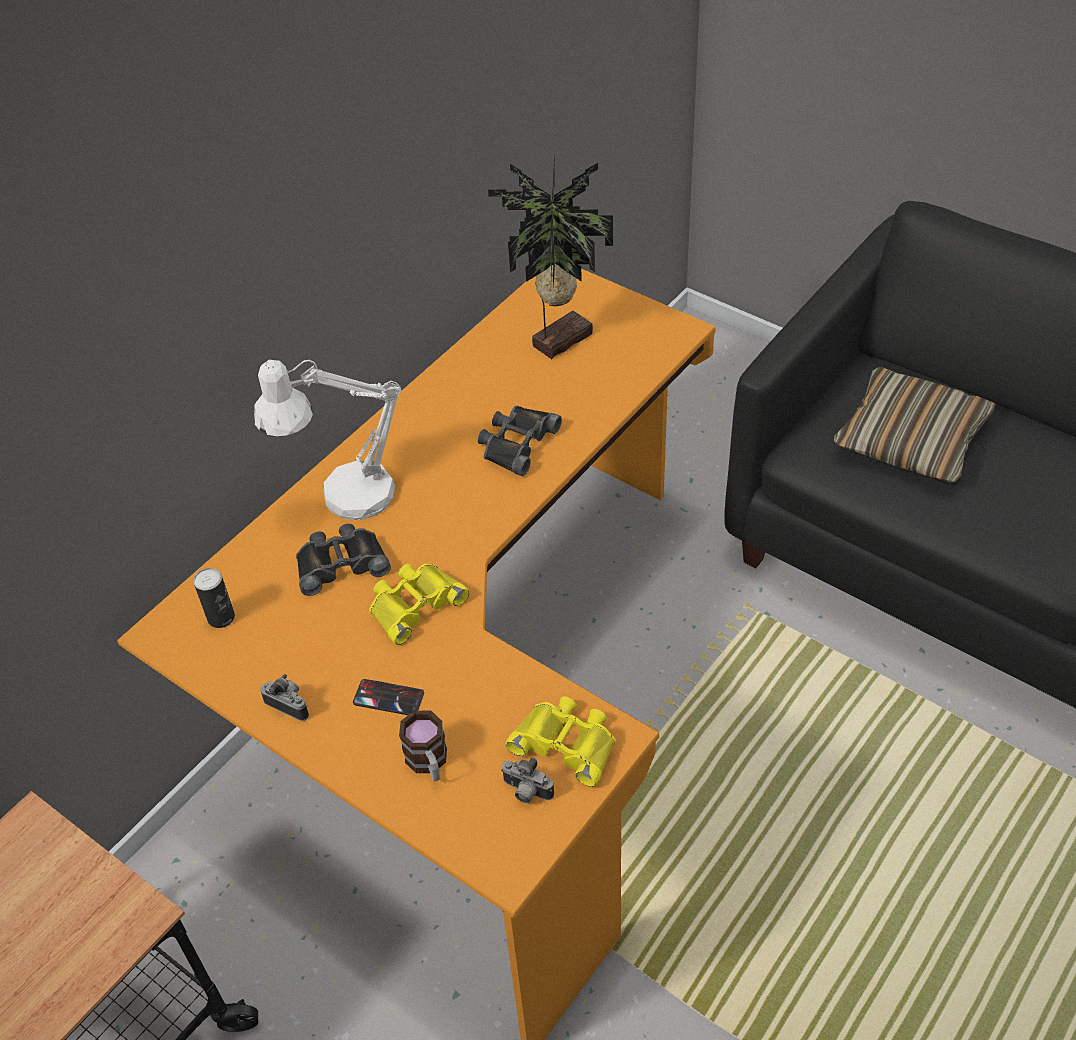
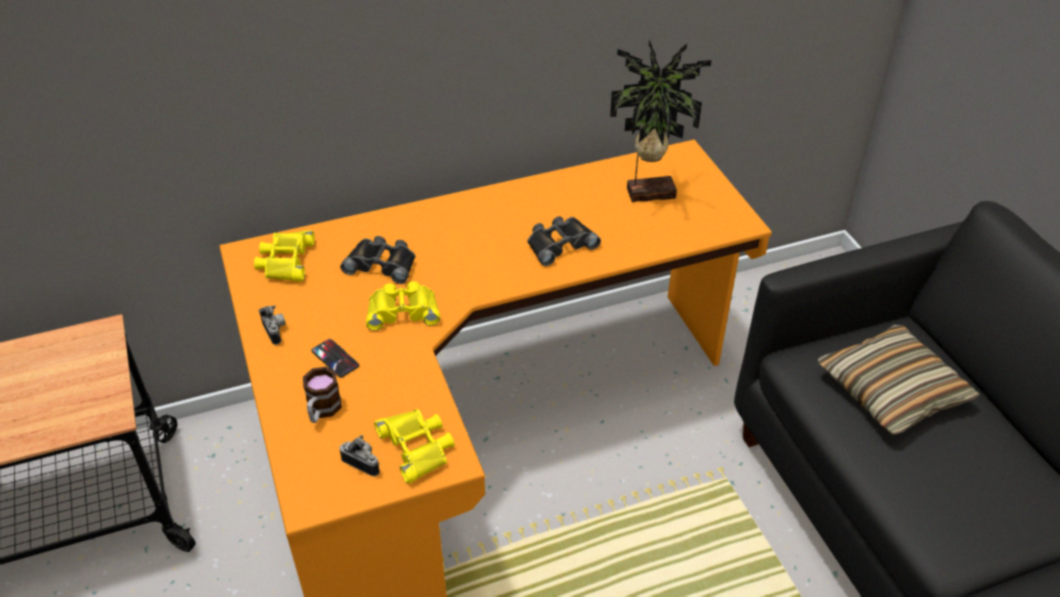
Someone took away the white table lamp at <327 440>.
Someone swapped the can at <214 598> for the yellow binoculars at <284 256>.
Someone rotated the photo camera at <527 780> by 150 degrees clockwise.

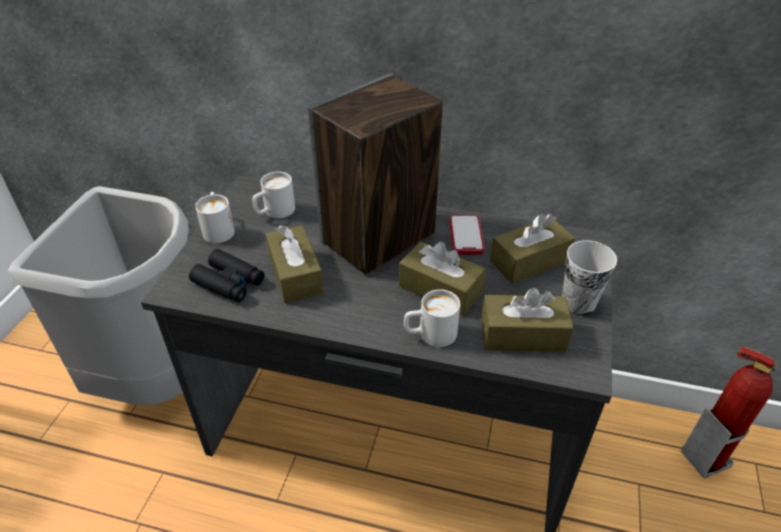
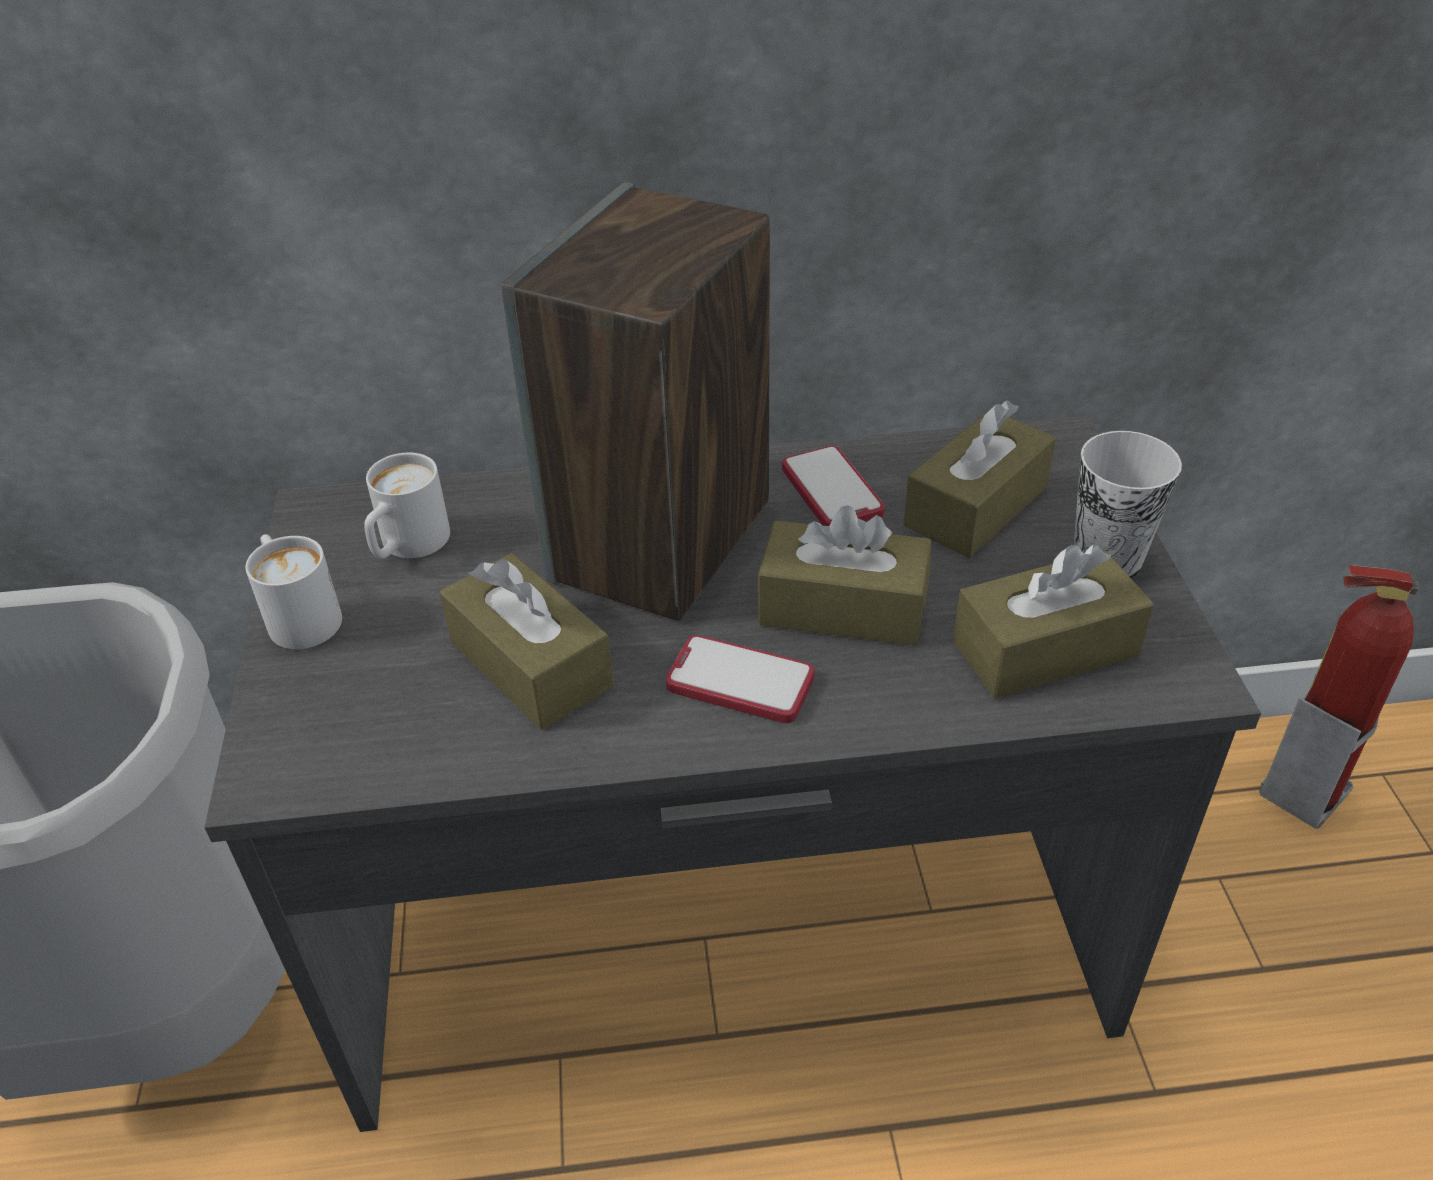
Someone took away the black binoculars at <227 275>.
Someone took away the white mug at <432 318>.
Someone put down the phone at <740 679>.

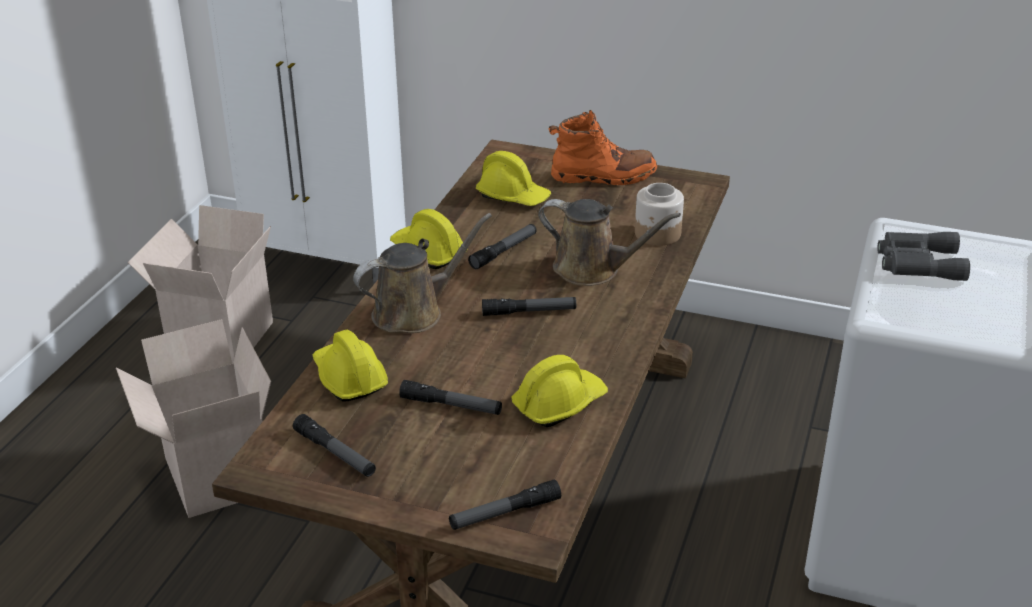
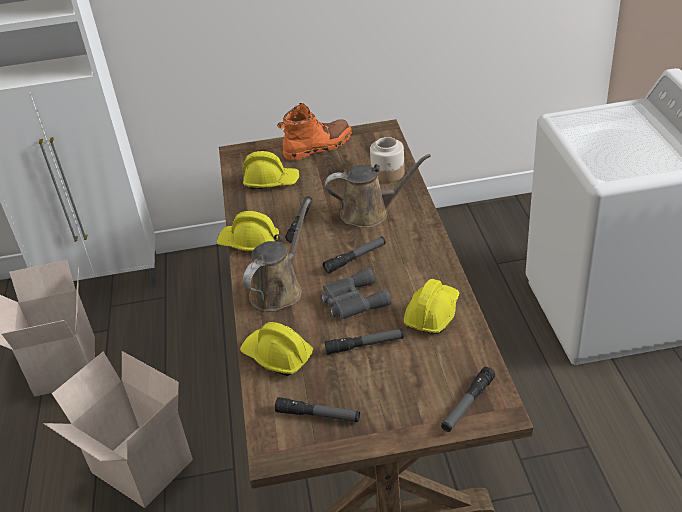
Someone carried the grey binoculars from <923 256> to <356 293>.

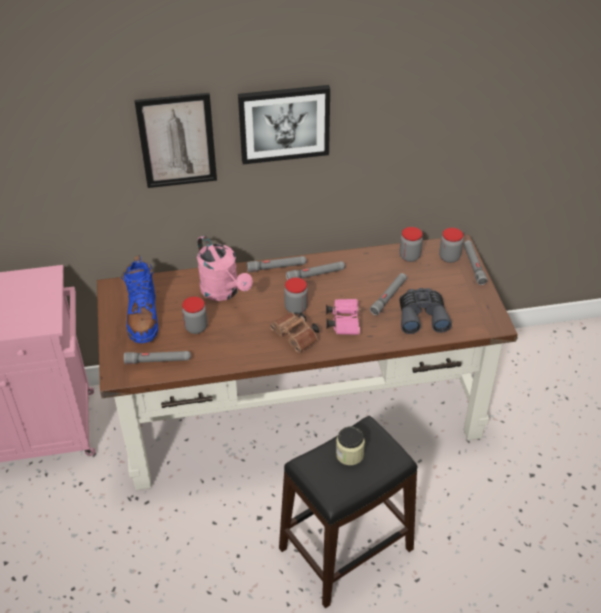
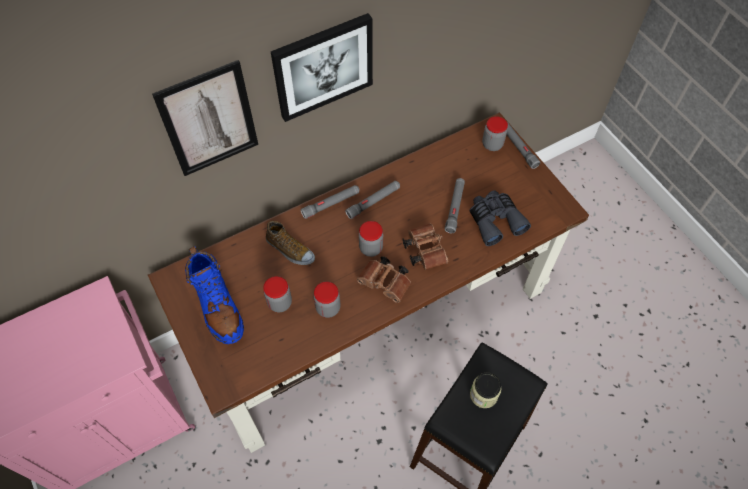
Someone took away the grey flashlight at <157 357>.
Someone carried the jar from <411 244> to <327 299>.
Someone swapped the pink watering can at <225 268> for the shoe at <290 243>.
Someone repainted the pink binoculars at <343 317>, which became the brown binoculars at <425 246>.

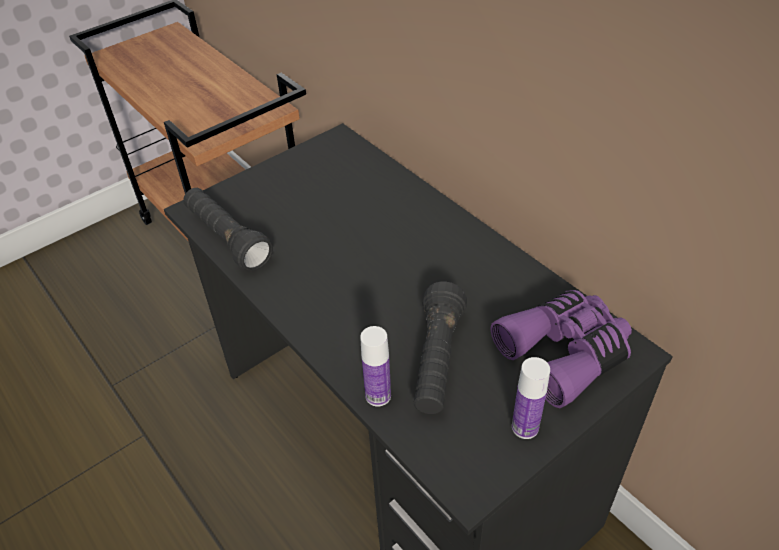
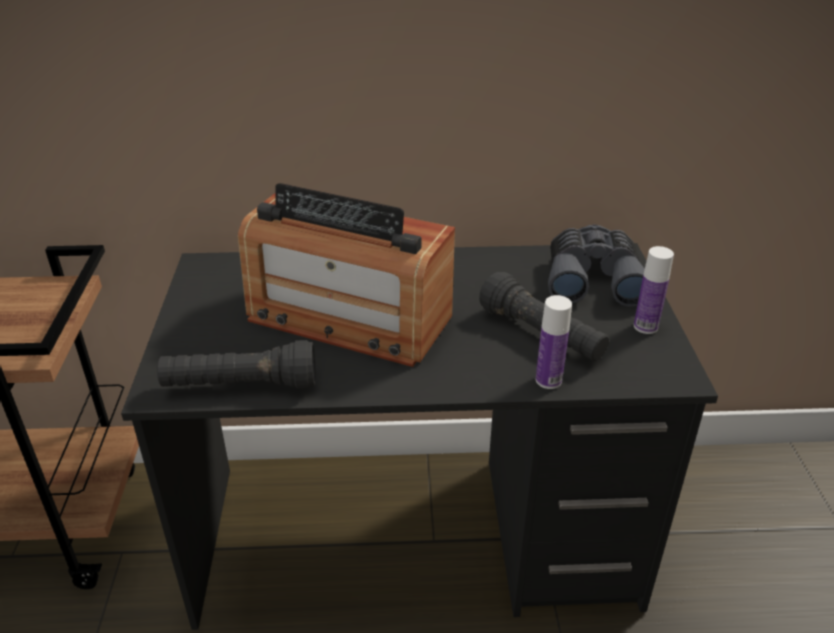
Someone put down the radio at <346 275>.
Someone repainted the purple binoculars at <561 349>, which became the grey binoculars at <596 265>.

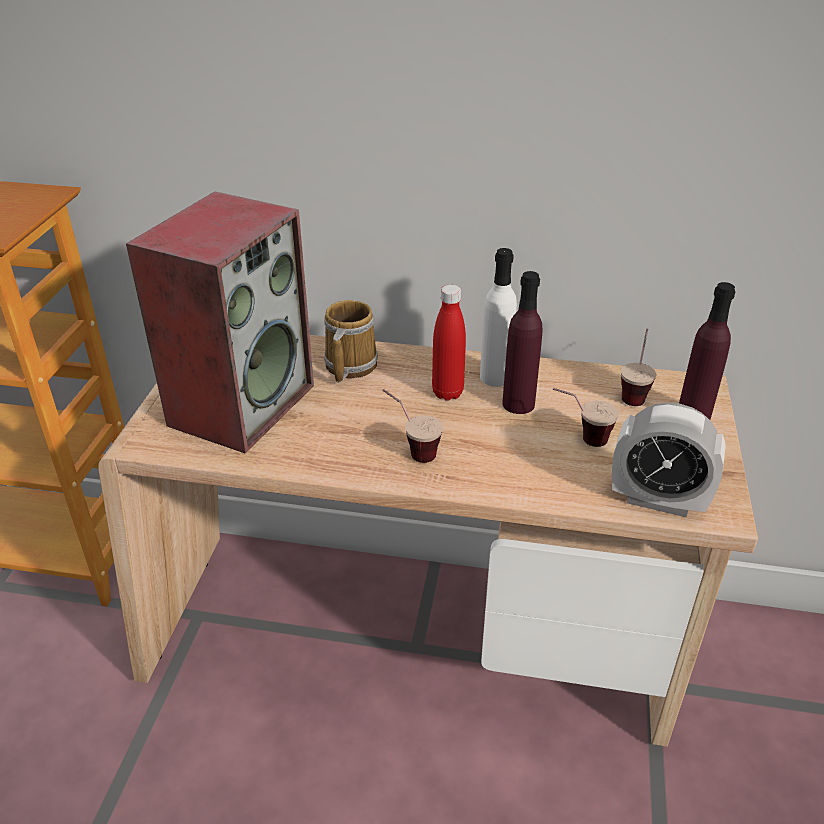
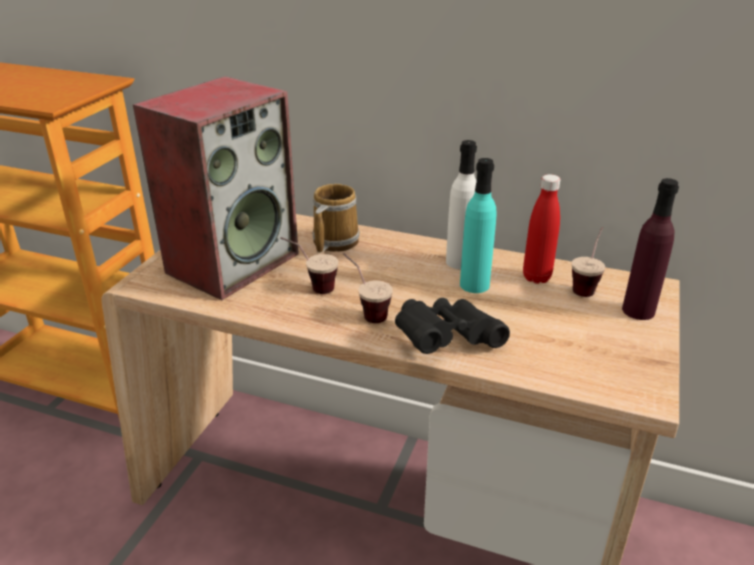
Someone took away the alarm clock at <669 460>.
Someone put down the black binoculars at <452 326>.
Someone carried the red bottle from <449 343> to <542 229>.
Someone carried the cup from <586 417> to <309 265>.
Someone repainted the purple bottle at <522 342>, which became the turquoise bottle at <478 225>.

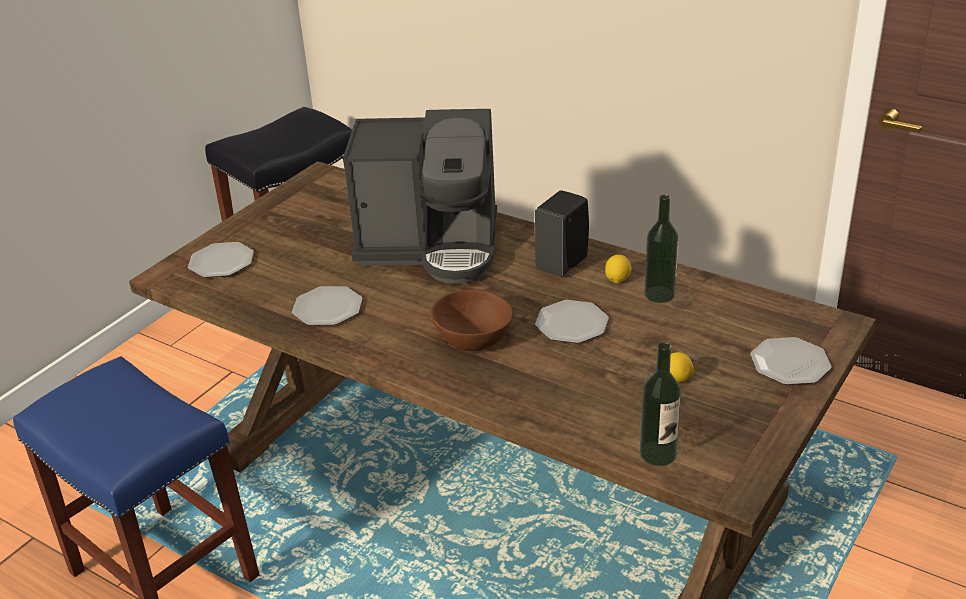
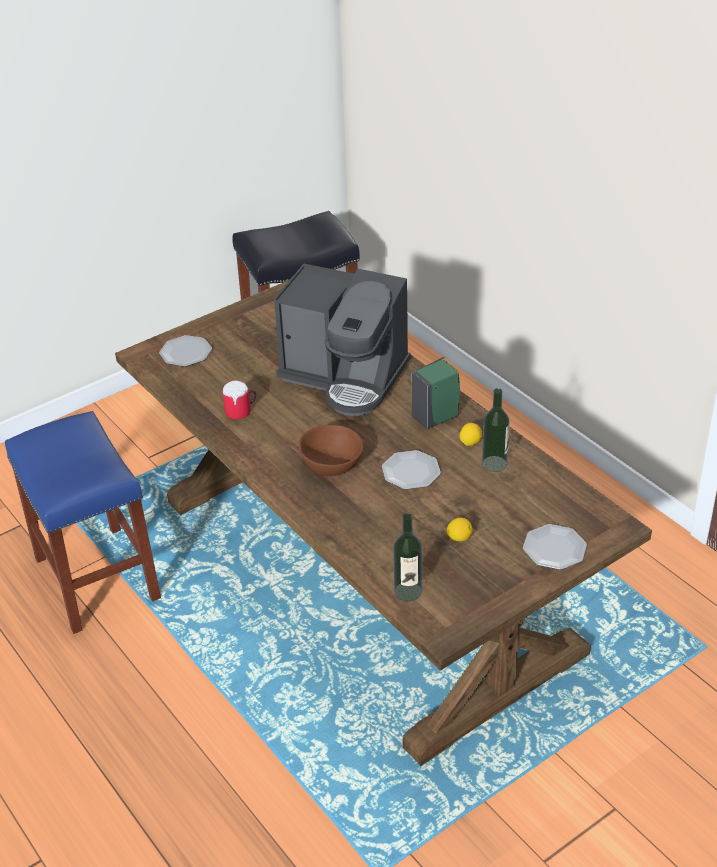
Someone swapped the plate at <327 306> for the mug at <239 400>.
Someone repainted the black soap dispenser at <561 233>, which became the green soap dispenser at <436 394>.

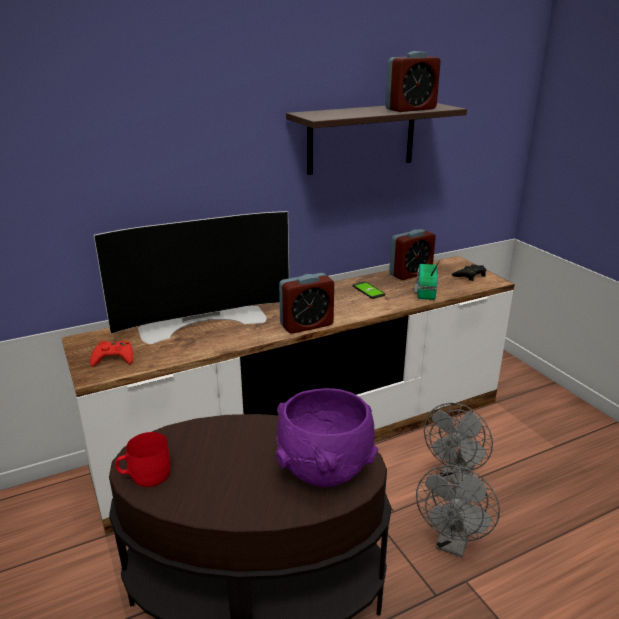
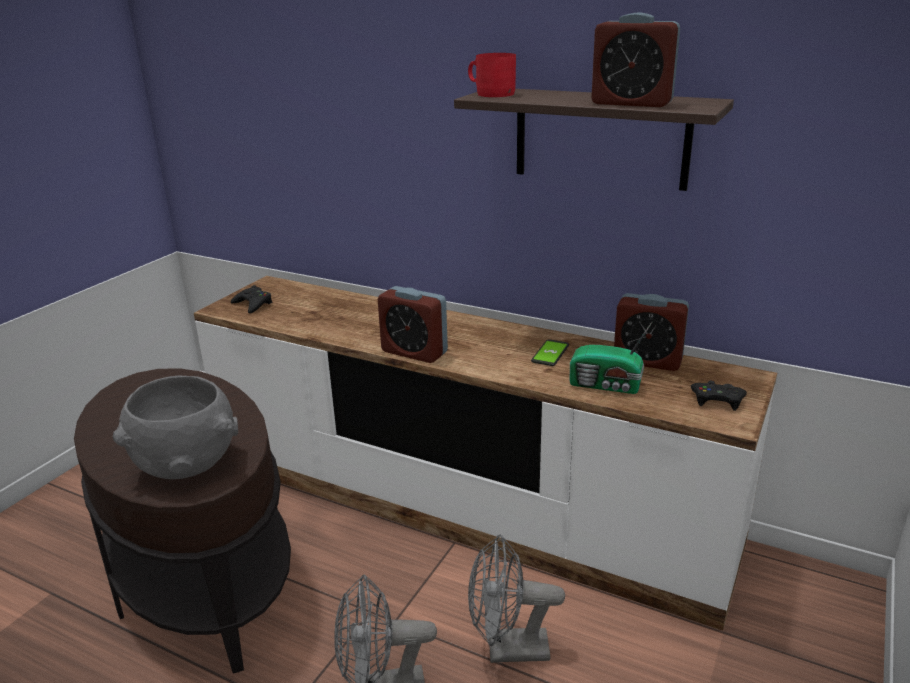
Someone took away the television at <191 277>.
Someone carried the red mug from <143 459> to <492 75>.
Someone repainted the red game controller at <111 353>, which became the black game controller at <251 299>.
Someone repainted the purple bowl at <327 437>, which became the grey bowl at <175 427>.
Someone rotated the radio at <427 280> by 135 degrees counterclockwise.

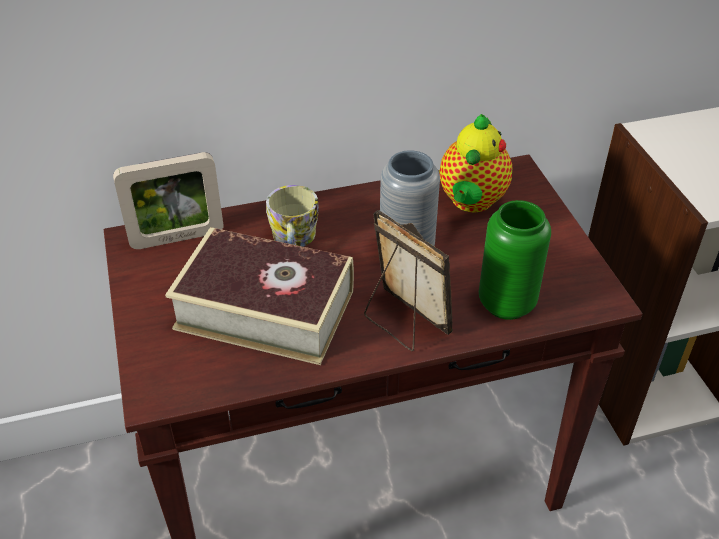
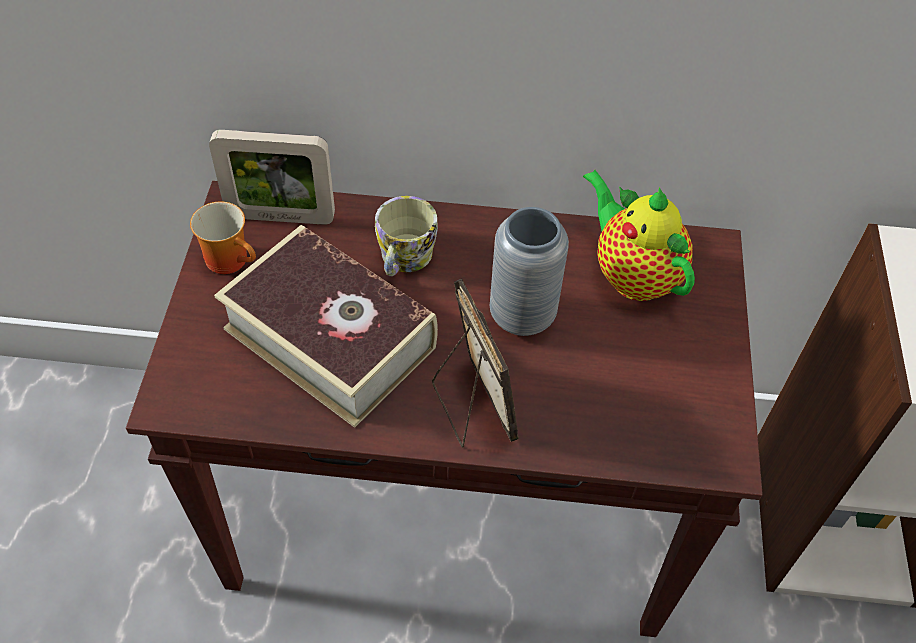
Someone took away the green vase at <515 260>.
Someone put down the mug at <223 238>.
Someone rotated the teapot at <475 163> by 105 degrees clockwise.

